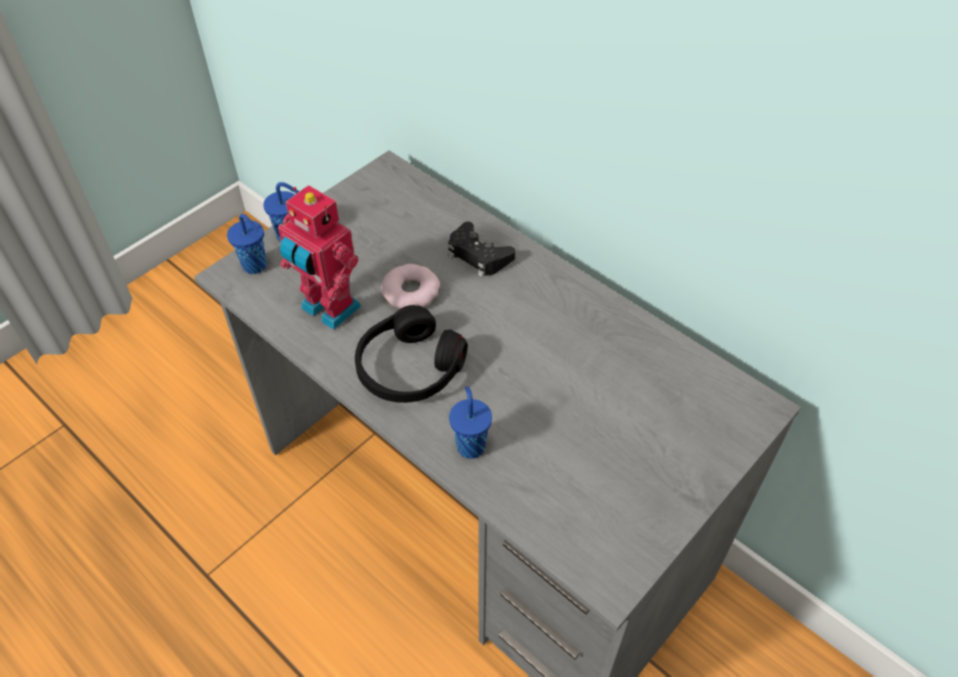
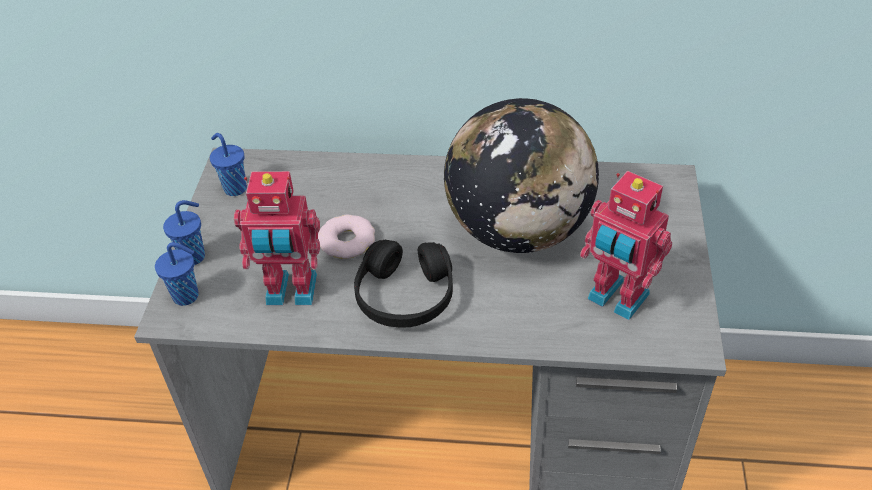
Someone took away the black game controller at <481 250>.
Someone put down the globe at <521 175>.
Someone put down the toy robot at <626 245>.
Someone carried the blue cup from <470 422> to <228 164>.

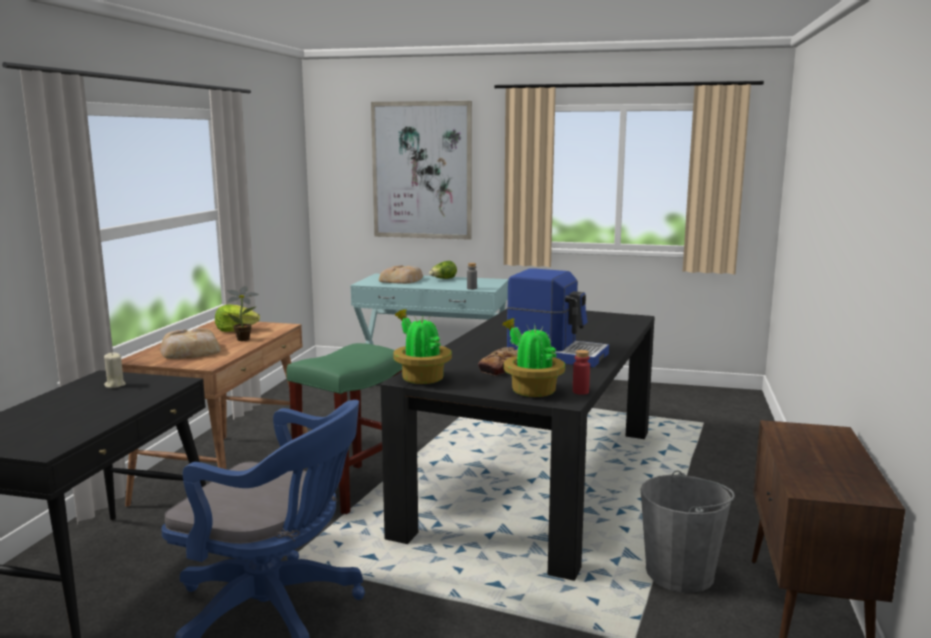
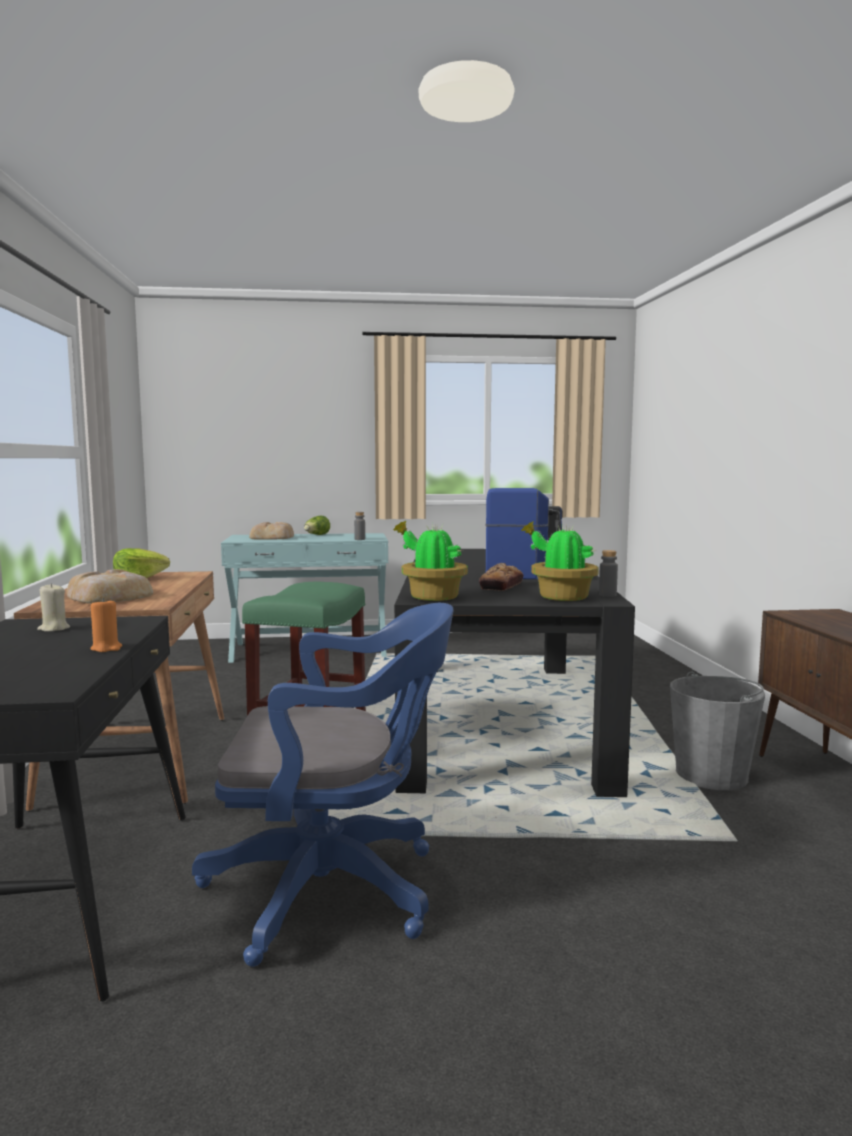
Someone took away the potted plant at <243 313>.
Someone took away the picture at <421 170>.
Someone put down the orange candle at <106 625>.
Someone repainted the red bottle at <581 372>, which became the grey bottle at <608 573>.

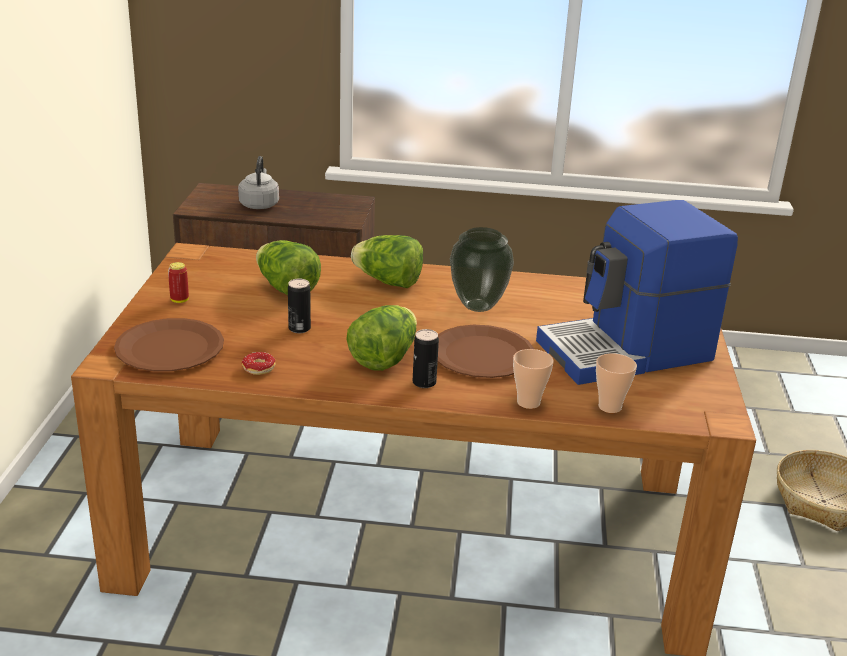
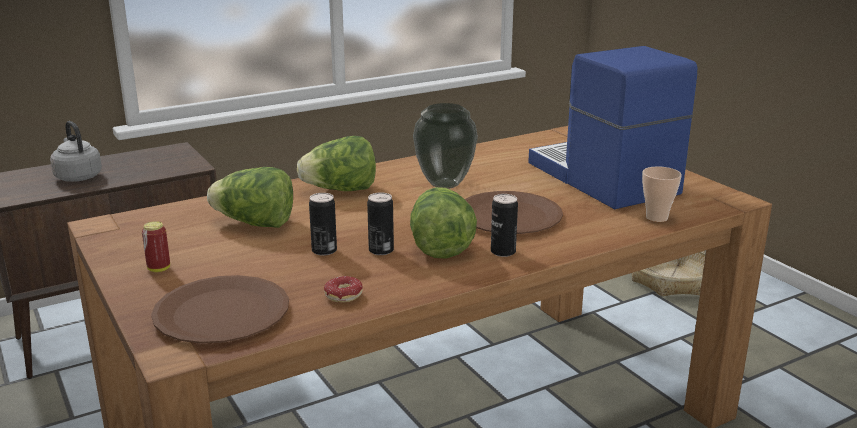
Someone took away the cup at <533 379>.
Someone put down the can at <380 223>.
Someone rotated the coffee machine at <637 292> by 120 degrees clockwise.

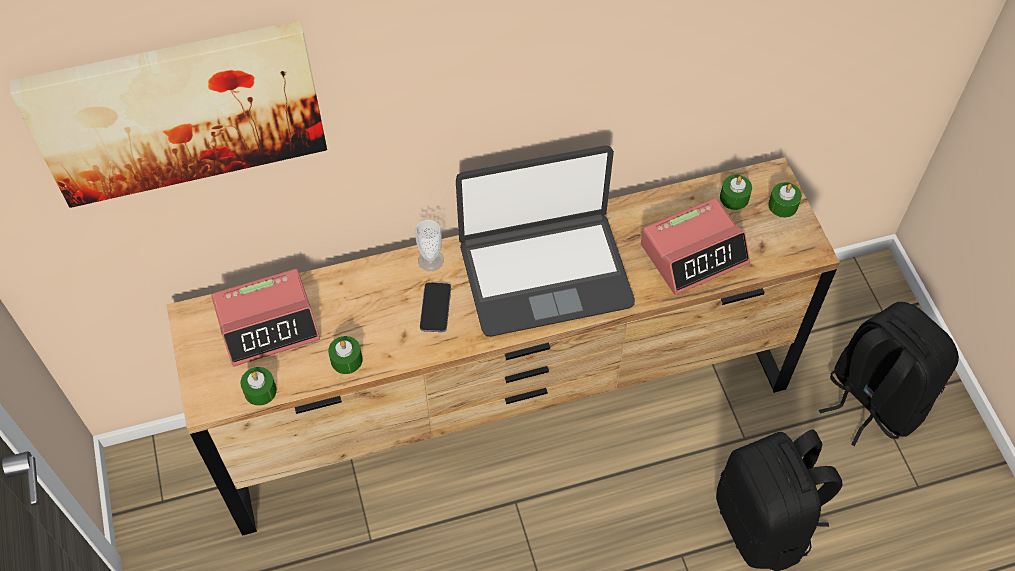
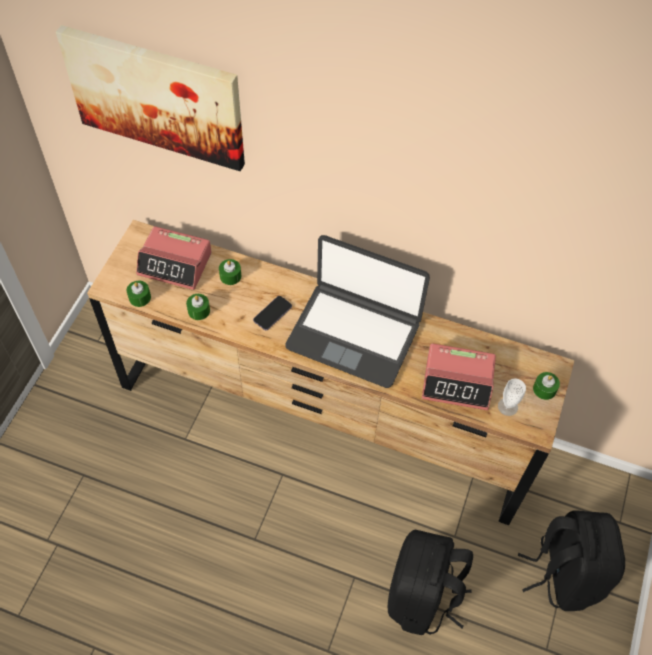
Someone carried the cup from <429 245> to <512 397>.
Someone carried the green candle from <736 192> to <230 272>.

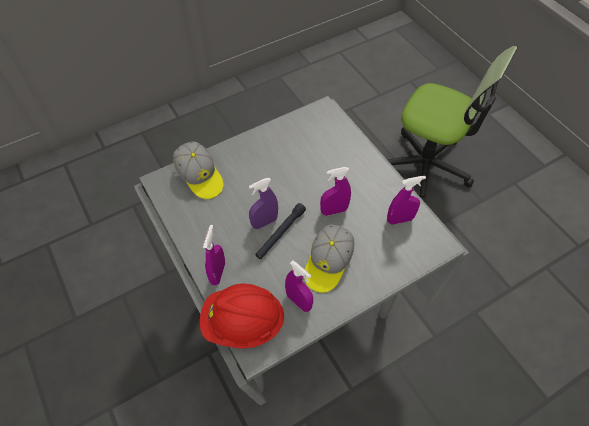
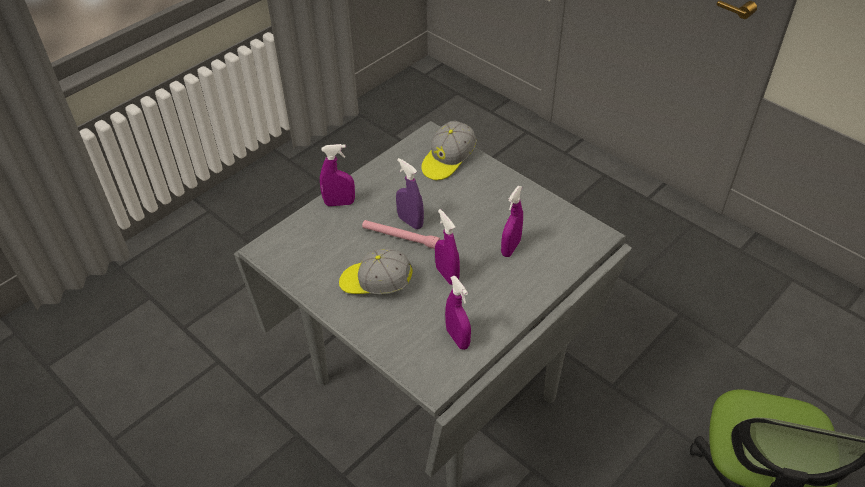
Someone took away the red hard hat at <242 316>.
Someone carried the purple spray bottle from <299 286> to <512 221>.
Someone repainted the black flashlight at <281 231>, which became the pink flashlight at <401 234>.

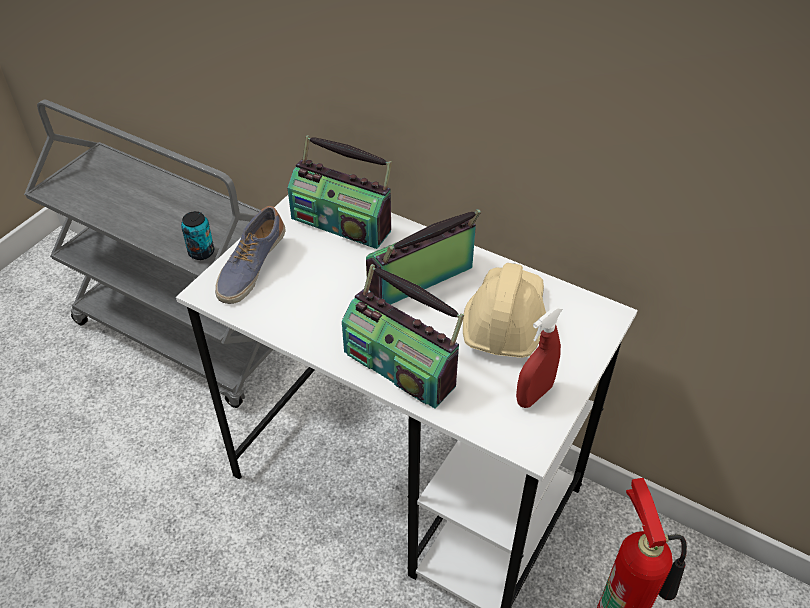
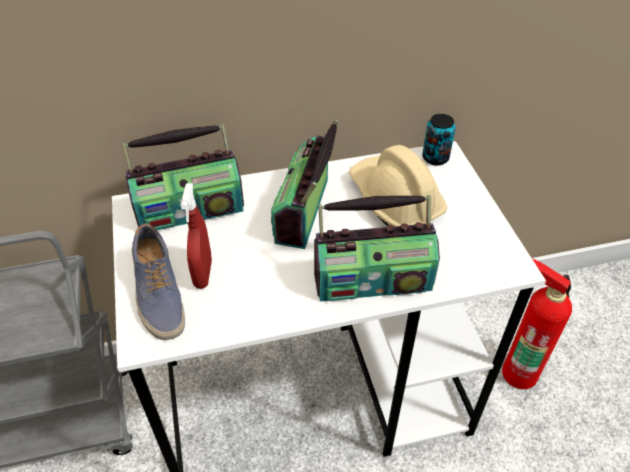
Someone carried the can from <197 235> to <439 139>.
Someone carried the red spray bottle from <539 357> to <196 236>.

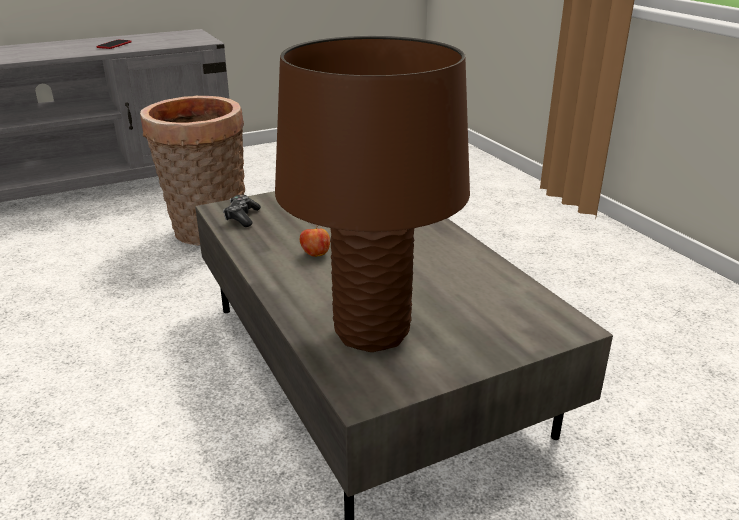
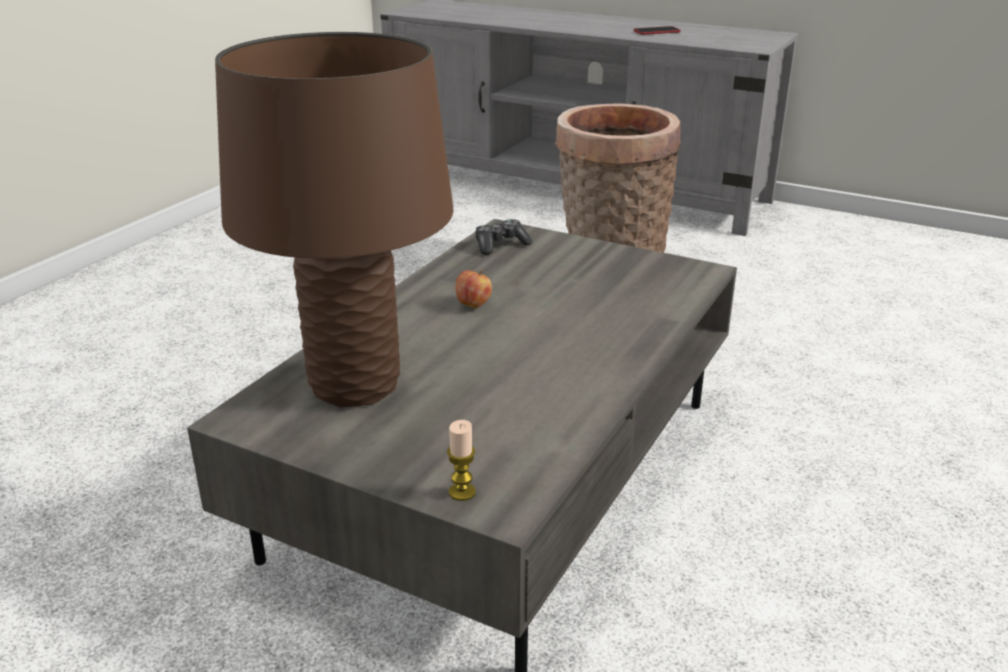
Someone put down the candle at <461 460>.

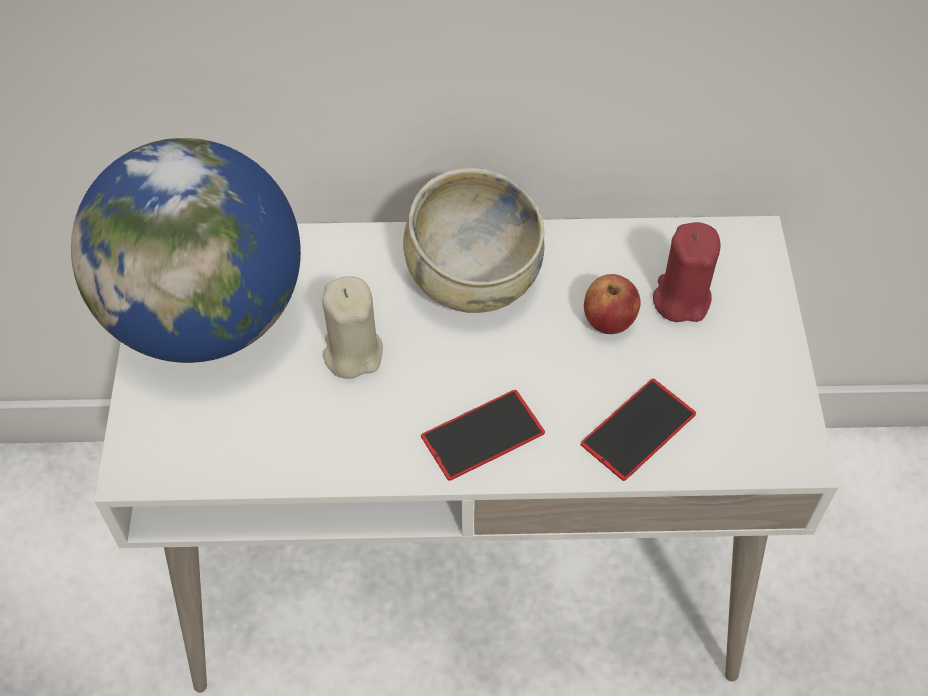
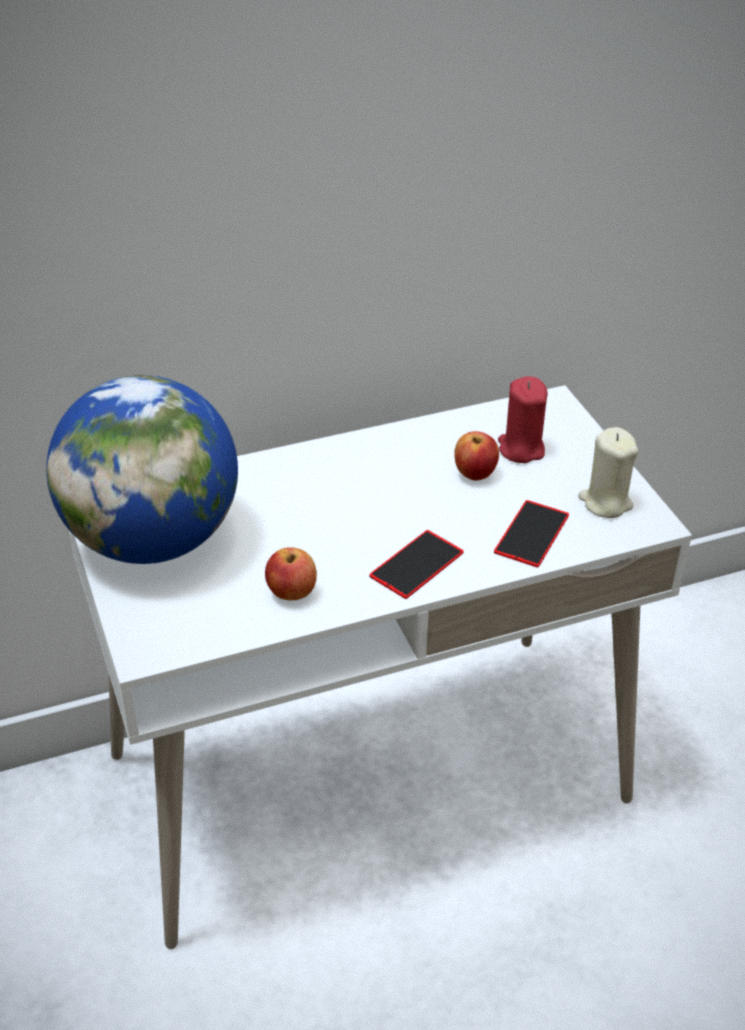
Someone took away the beige bowl at <474 240>.
Someone put down the apple at <291 573>.
Someone carried the beige candle from <352 327> to <608 472>.

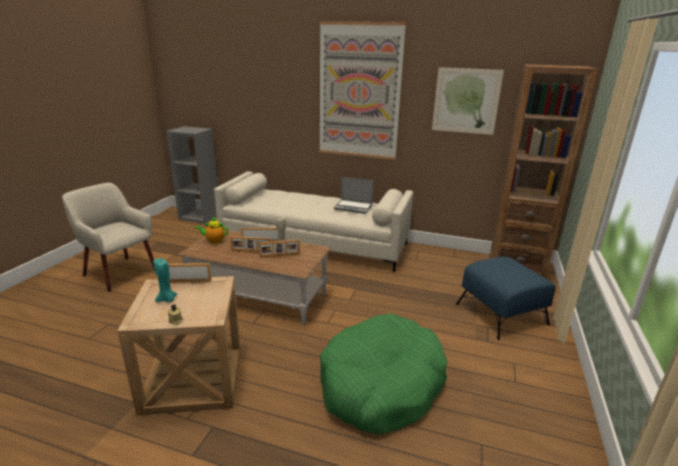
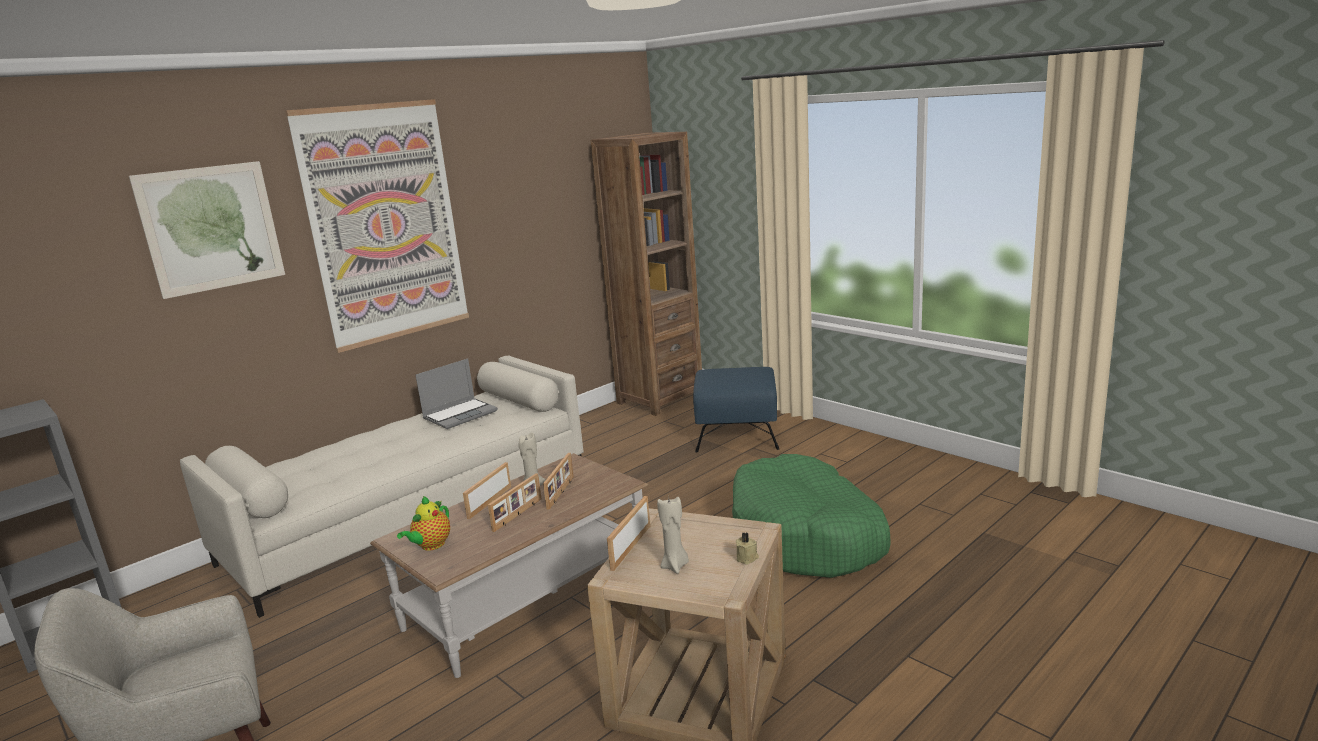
Someone carried the picture from <468 101> to <207 230>.
Someone repainted the turquoise candle at <165 280>, which became the beige candle at <673 535>.

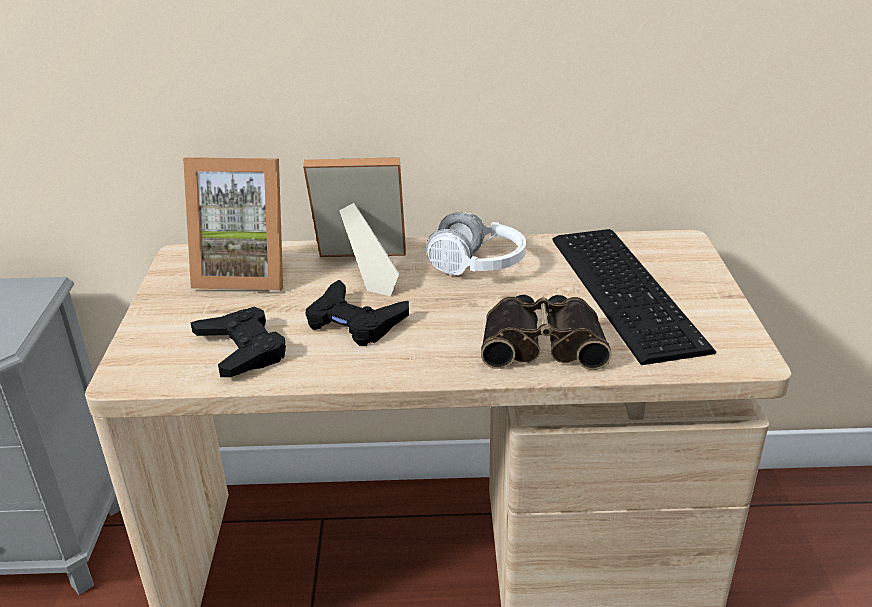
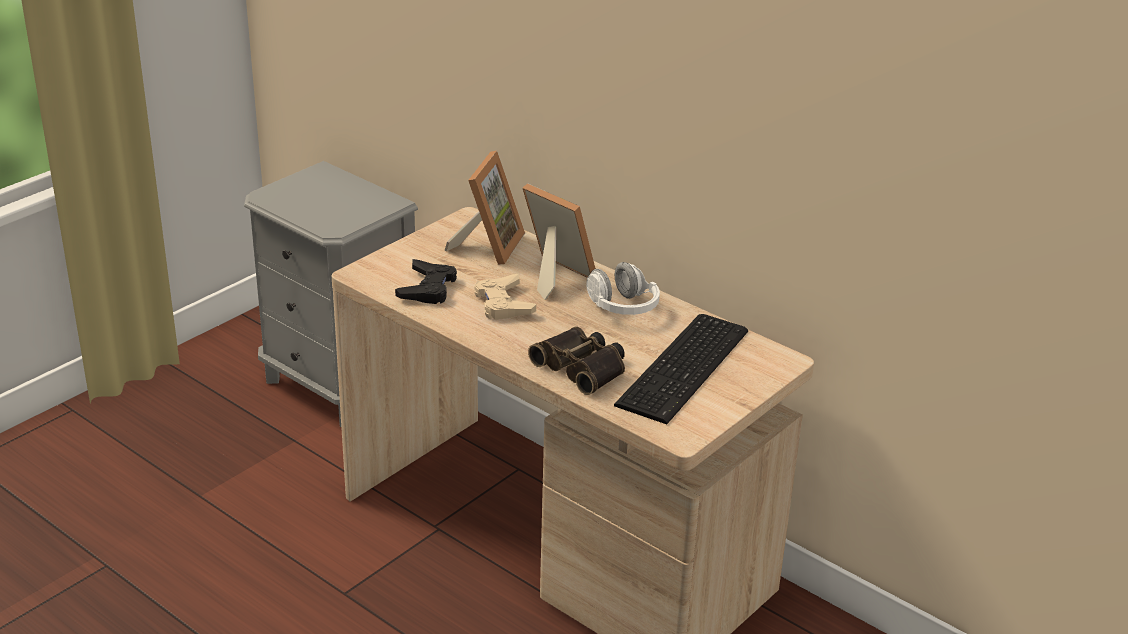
Someone repainted the black game controller at <357 313>, which became the beige game controller at <505 297>.
Someone rotated the picture frame at <233 224> by 120 degrees counterclockwise.

